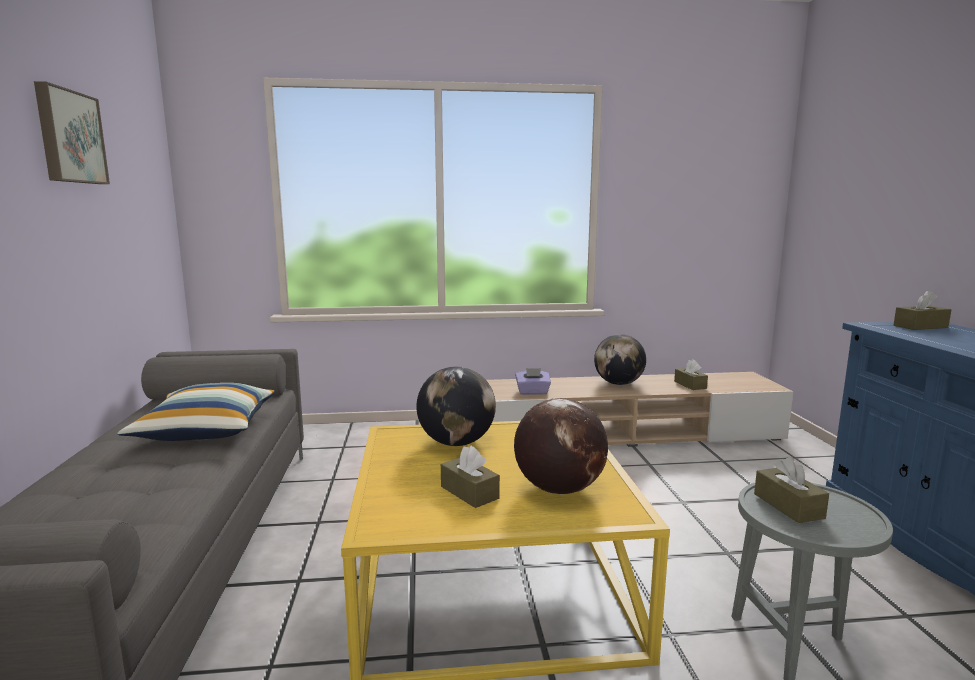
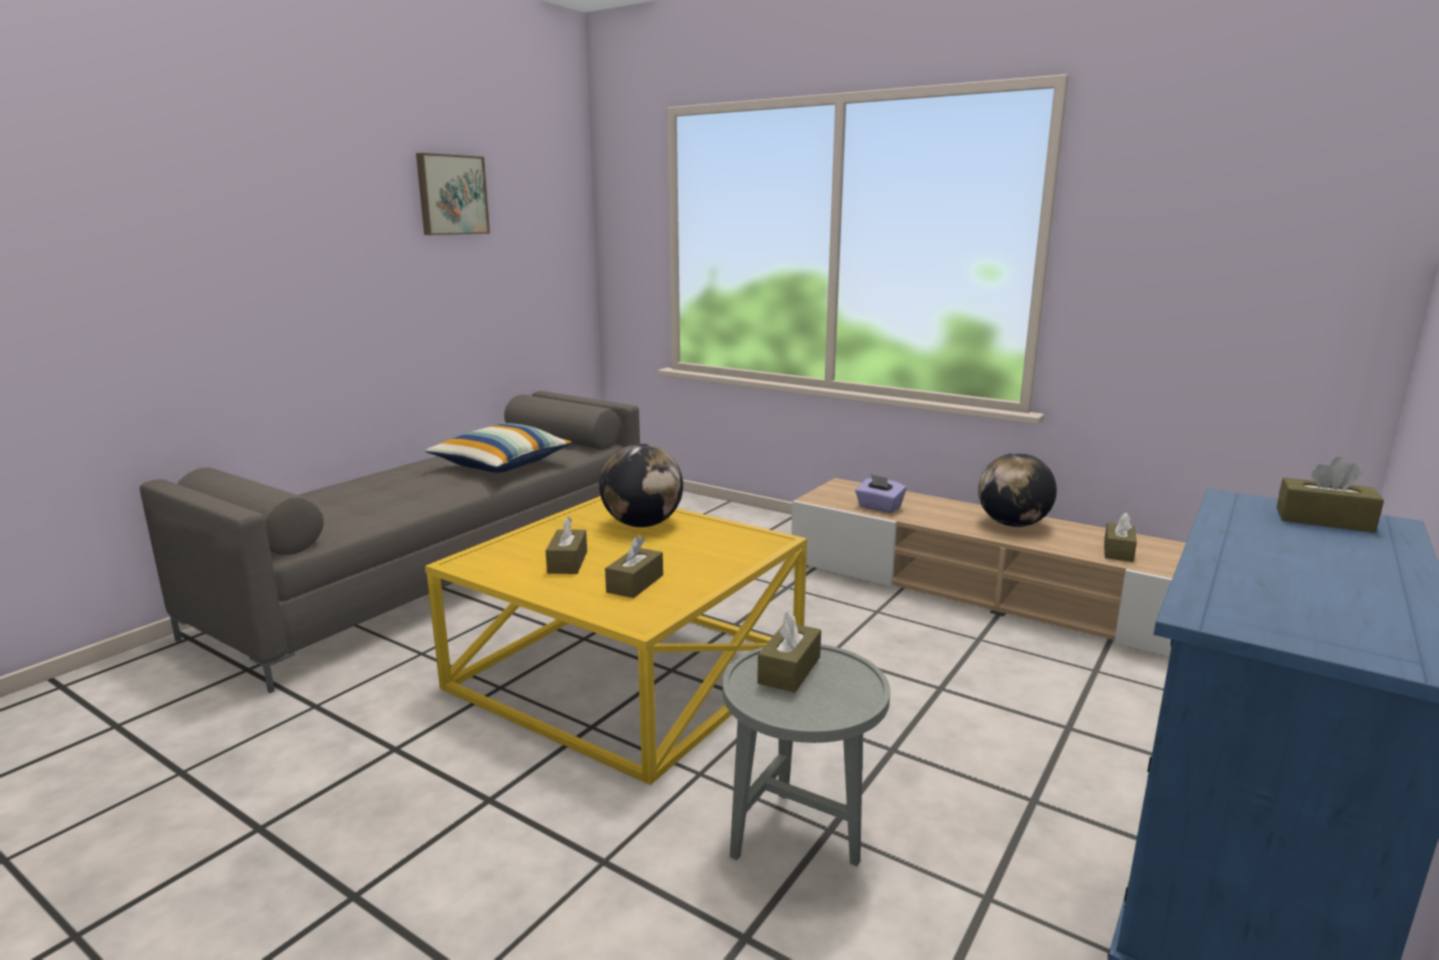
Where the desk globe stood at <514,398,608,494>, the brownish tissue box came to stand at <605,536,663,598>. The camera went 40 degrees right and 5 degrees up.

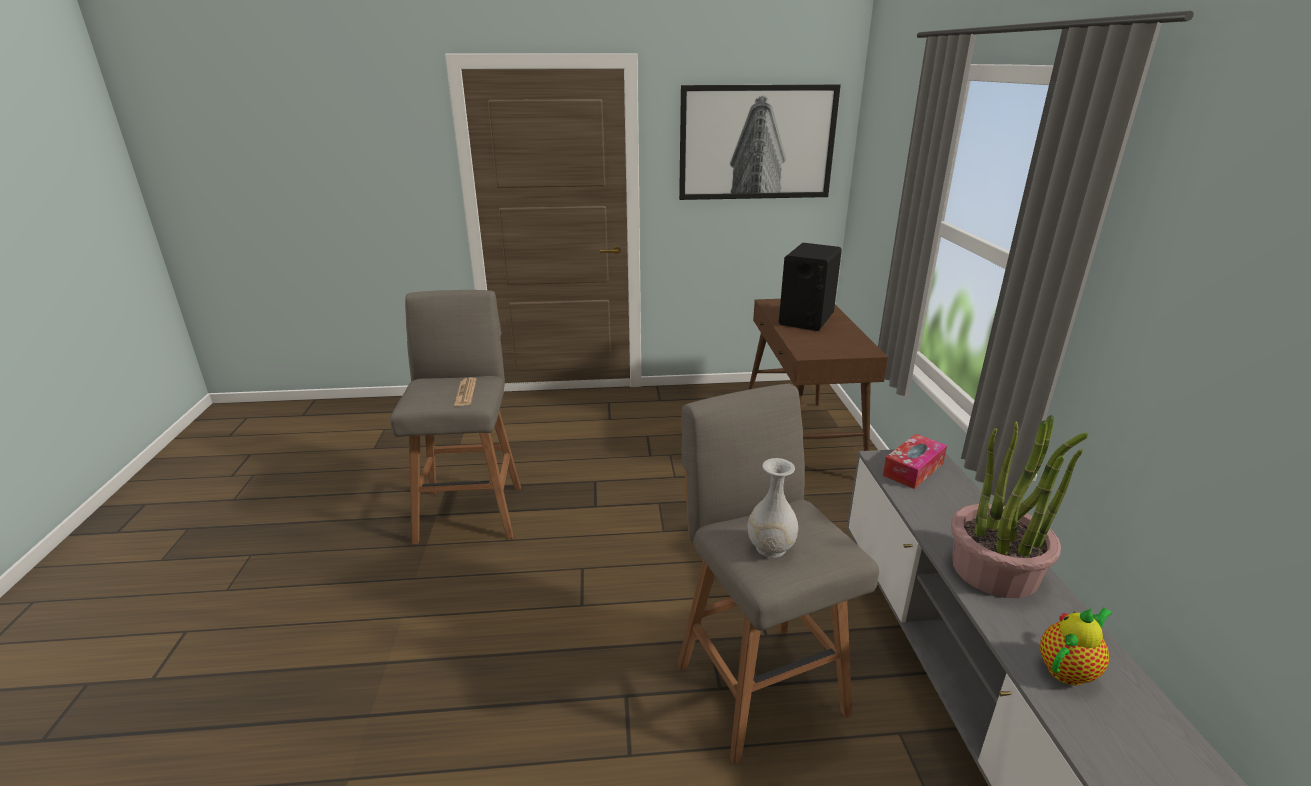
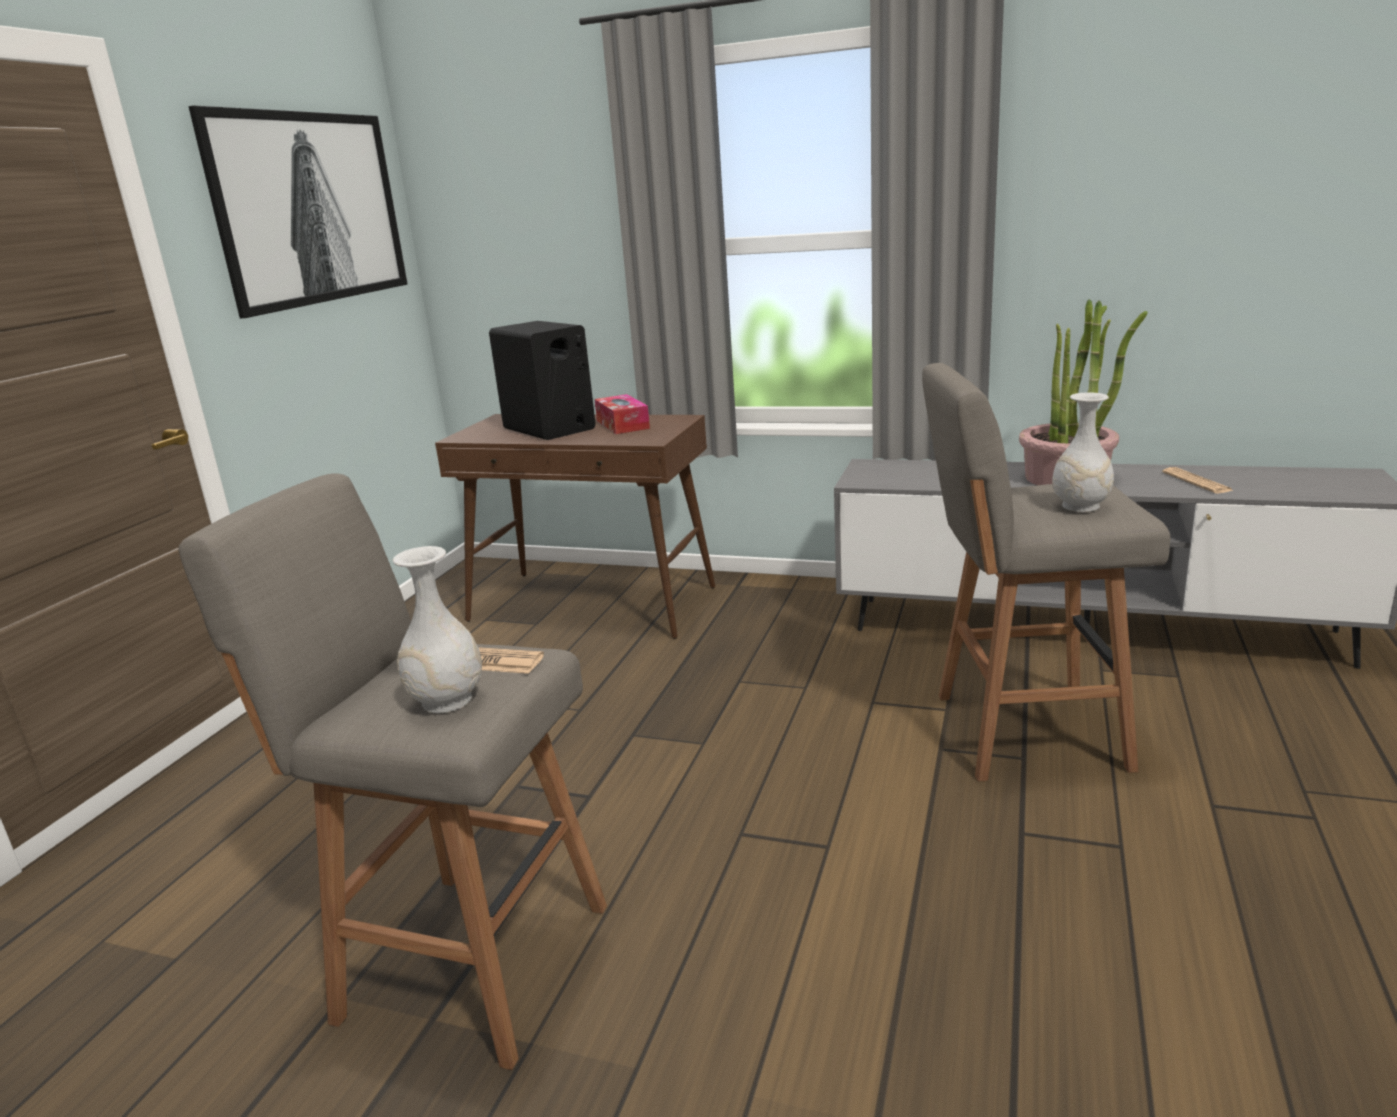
The second view gained the white-coloured vase at <393,546,482,713>. The tissue box ended up elsewhere, having gone from <883,434,947,489> to <595,394,650,434>. Where the pot for tea stood at <1040,608,1112,686>, the daily paper came to stand at <1162,467,1234,494>. The camera went 65 degrees left and 5 degrees down.

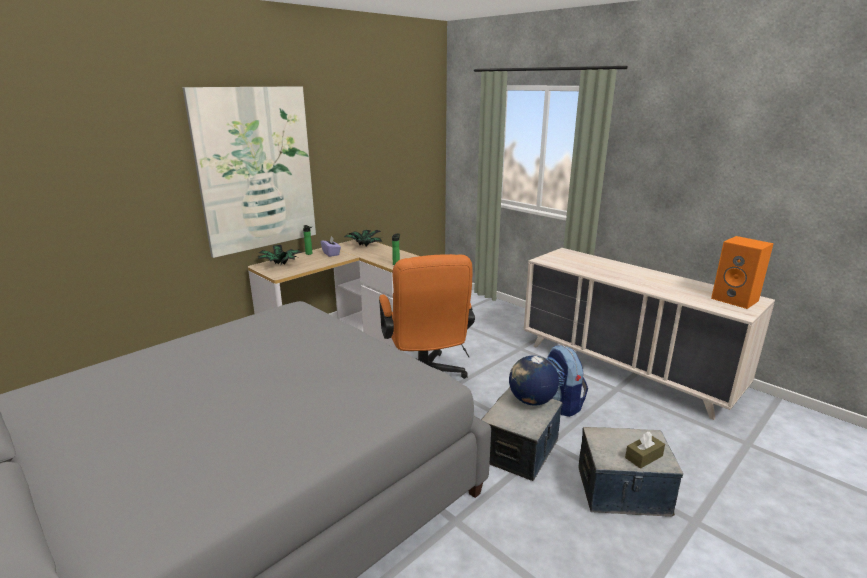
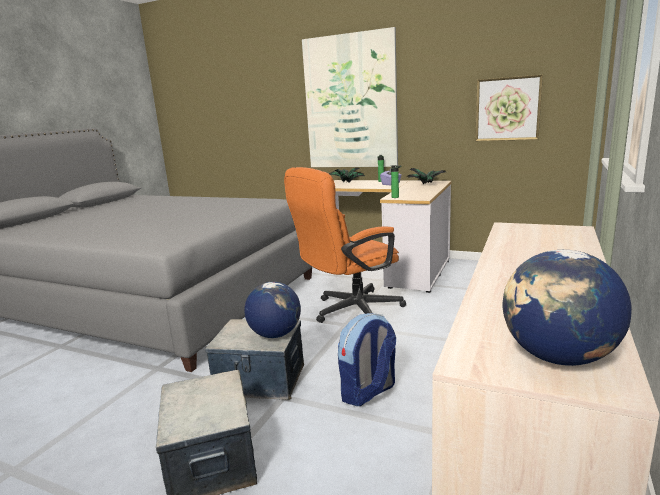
The second view lost the brownish tissue box at <625,431,665,469>. The second view gained the wall art at <475,75,543,141>. Where the orange-coloured loudspeaker stood at <711,236,774,309>, the desk globe came to stand at <503,250,632,366>. The camera went 70 degrees right and 5 degrees down.

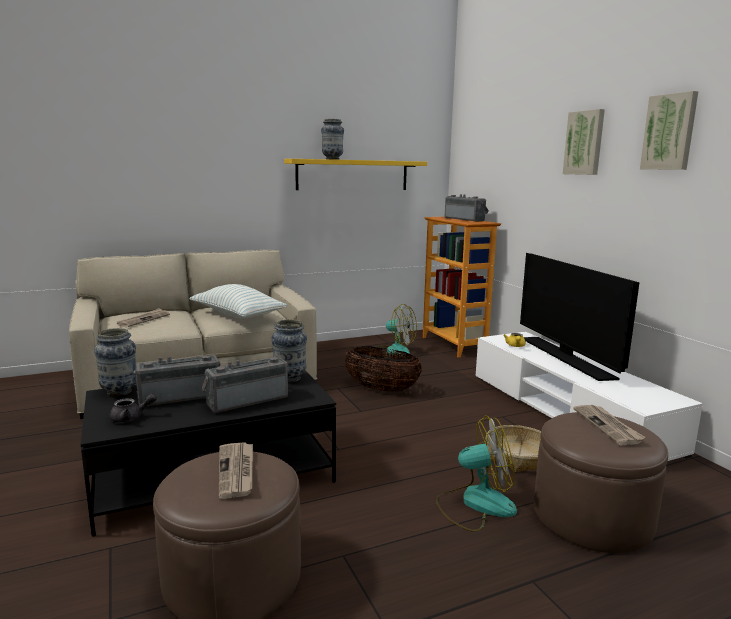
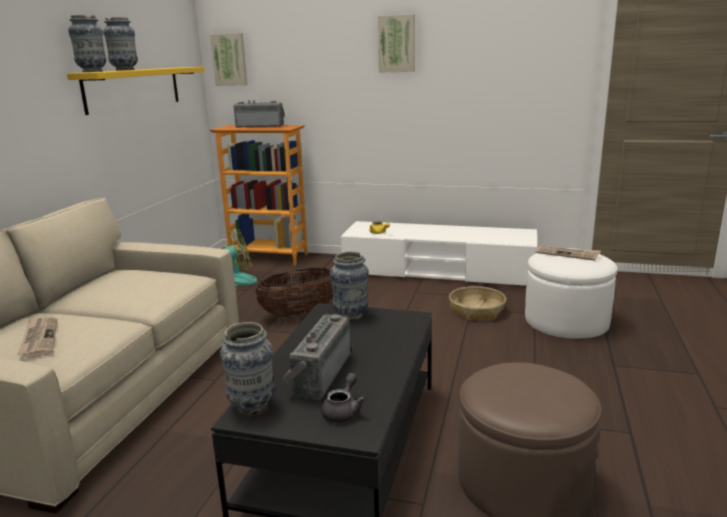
The second view lost the cushion at <190,284,287,319>. The second view lost the radio receiver at <202,356,288,413>. The second view lost the daily paper at <219,442,253,499>. The second view lost the electric fan at <436,415,517,532>. The second view lost the TV set at <520,253,640,381>. The second view gained the vase at <68,15,106,72>. The wall art ended up elsewhere, having gone from <640,91,698,170> to <210,33,247,86>. What was the brownish pouffe at <534,412,668,553> turned into the white-coloured pouffe at <525,248,617,338>. The camera went 50 degrees left and 5 degrees up.

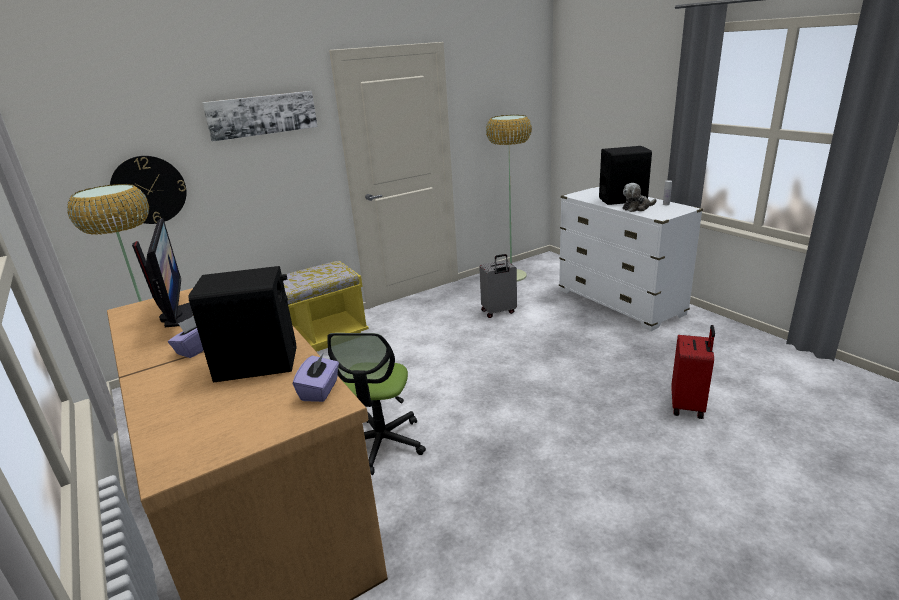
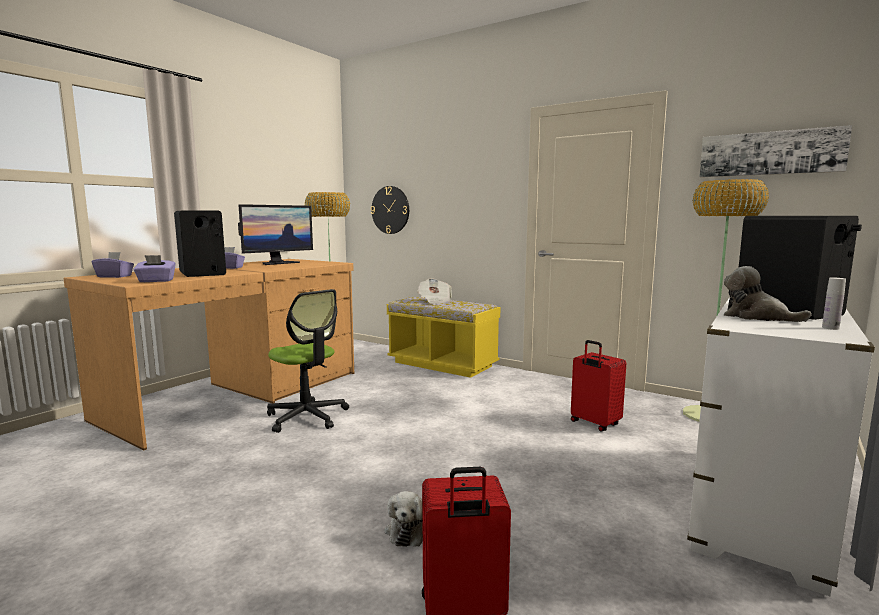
The second view gained the purplish tissue box at <92,252,134,278>. The second view gained the soft toy at <384,491,423,547>. The second view gained the daily paper at <417,278,452,305>. The wall art ended up elsewhere, having gone from <202,91,318,142> to <699,125,852,177>. What was the greyish travel case at <479,254,517,318> turned into the red-coloured travel case at <571,340,626,431>. The desk chair at <327,333,426,475> ended up facing another way, 120 degrees counterclockwise from before. The camera went 65 degrees right and 15 degrees down.

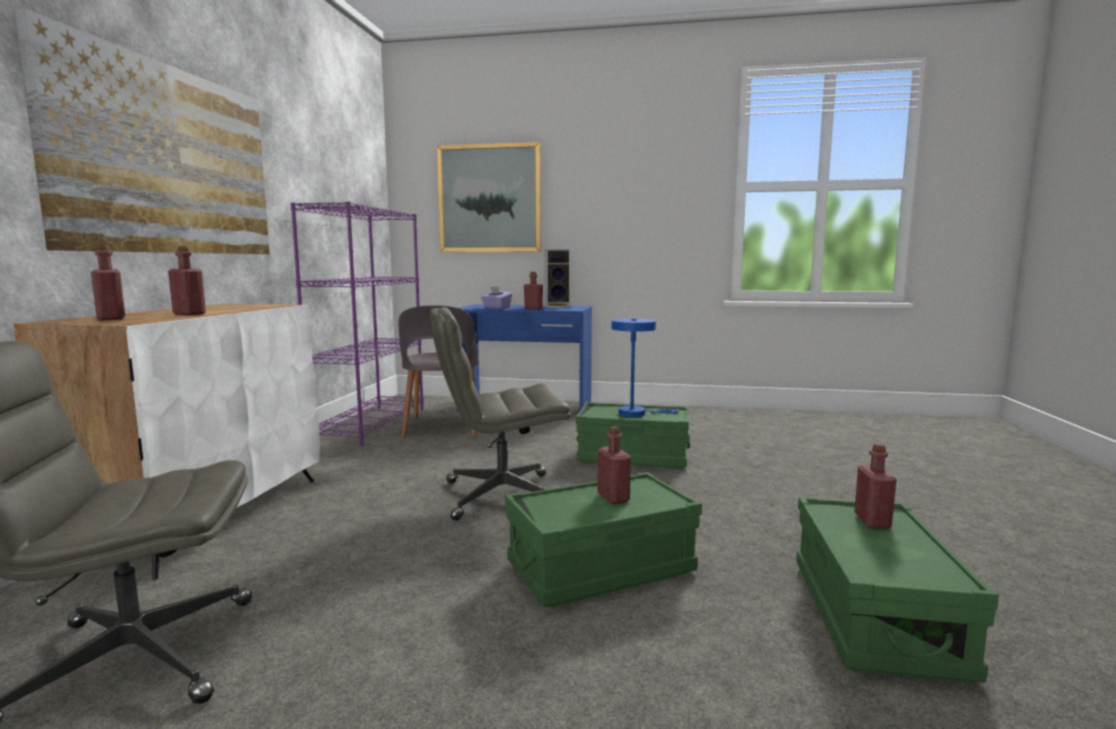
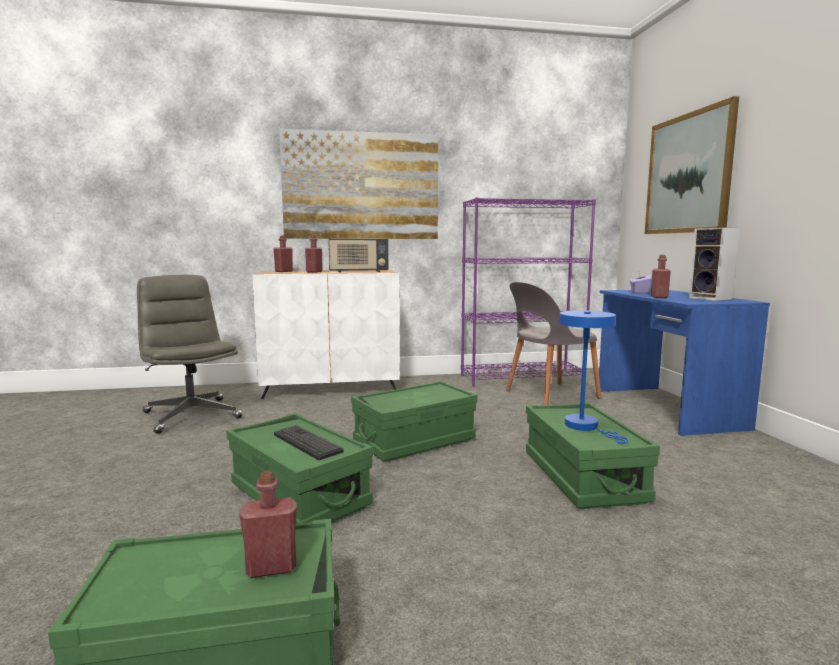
The second view gained the radio receiver at <328,239,388,273>. Where the greyish desk chair stood at <430,307,571,521>, the green-coloured storage container came to stand at <351,381,477,462>. Where the red-coloured beverage bottle stood at <597,426,631,504>, the computer keyboard came to stand at <274,425,343,460>. The camera went 70 degrees right and 0 degrees up.

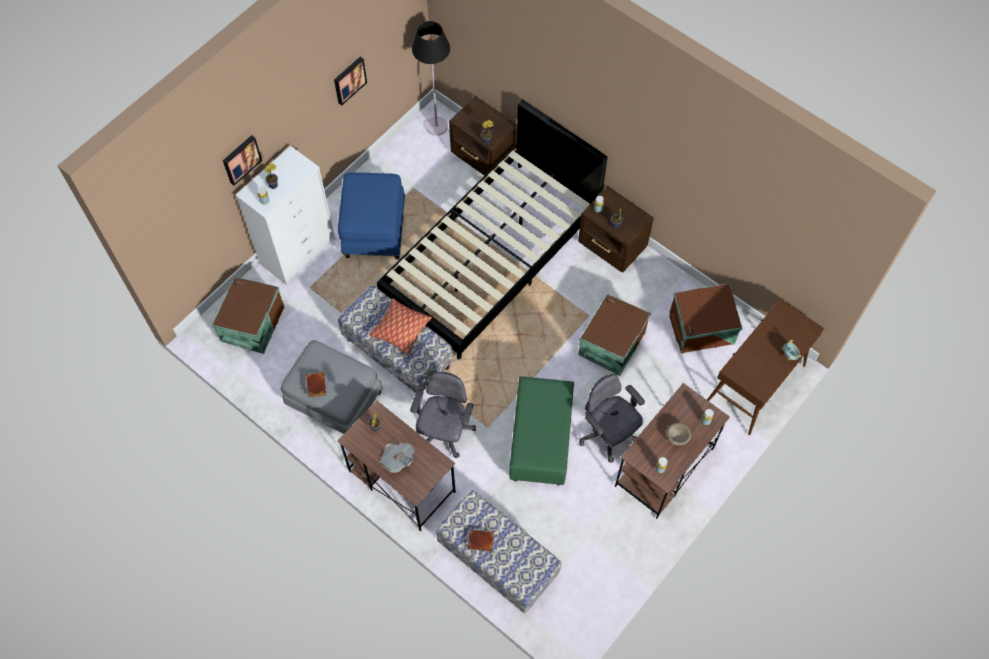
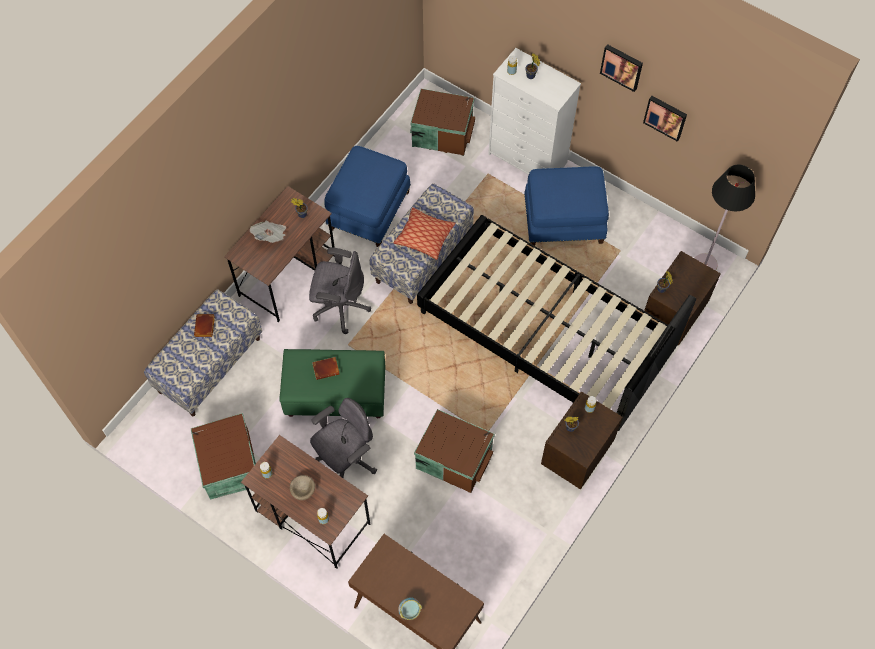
The wall art ended up elsewhere, having gone from <223,135,262,186> to <600,44,643,92>. The brownish bound book ended up elsewhere, having gone from <306,373,326,397> to <312,357,339,380>. The brownish storage container ended up elsewhere, having gone from <669,283,742,354> to <190,413,256,500>. What was the greyish pouffe at <281,340,383,434> turned into the blue-coloured pouffe at <324,146,411,247>. The camera went 85 degrees right and 0 degrees up.

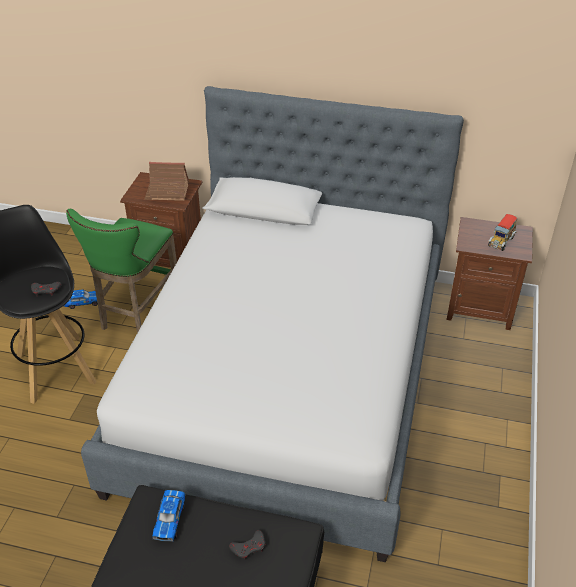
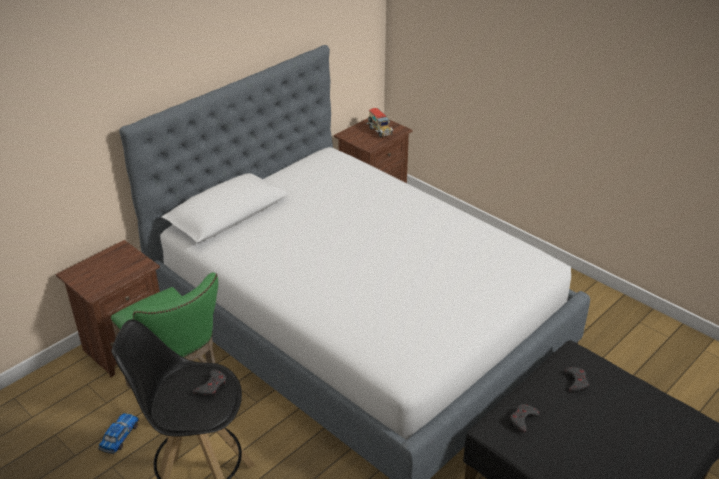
The second view lost the miniature house at <144,162,189,201>. Where the toy car stood at <152,490,185,542>, the greyish game controller came to stand at <510,404,540,433>. The camera went 60 degrees left and 5 degrees down.

